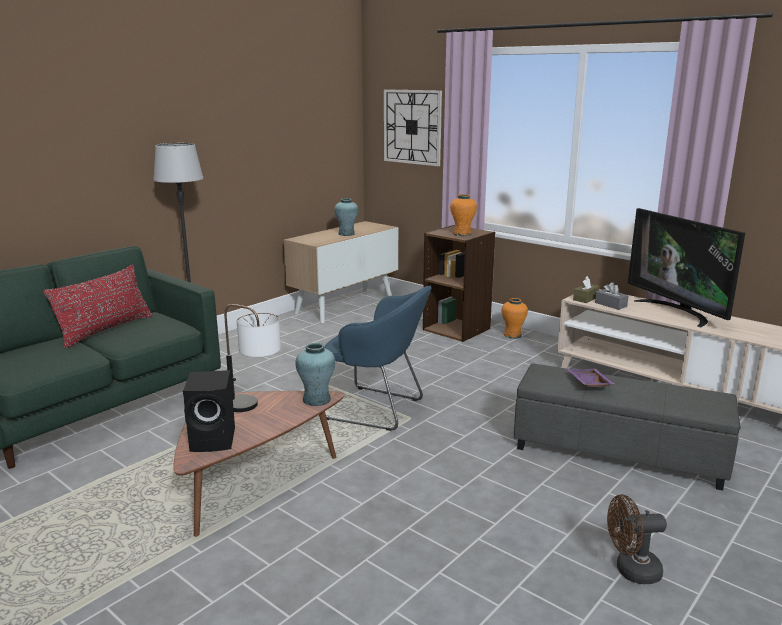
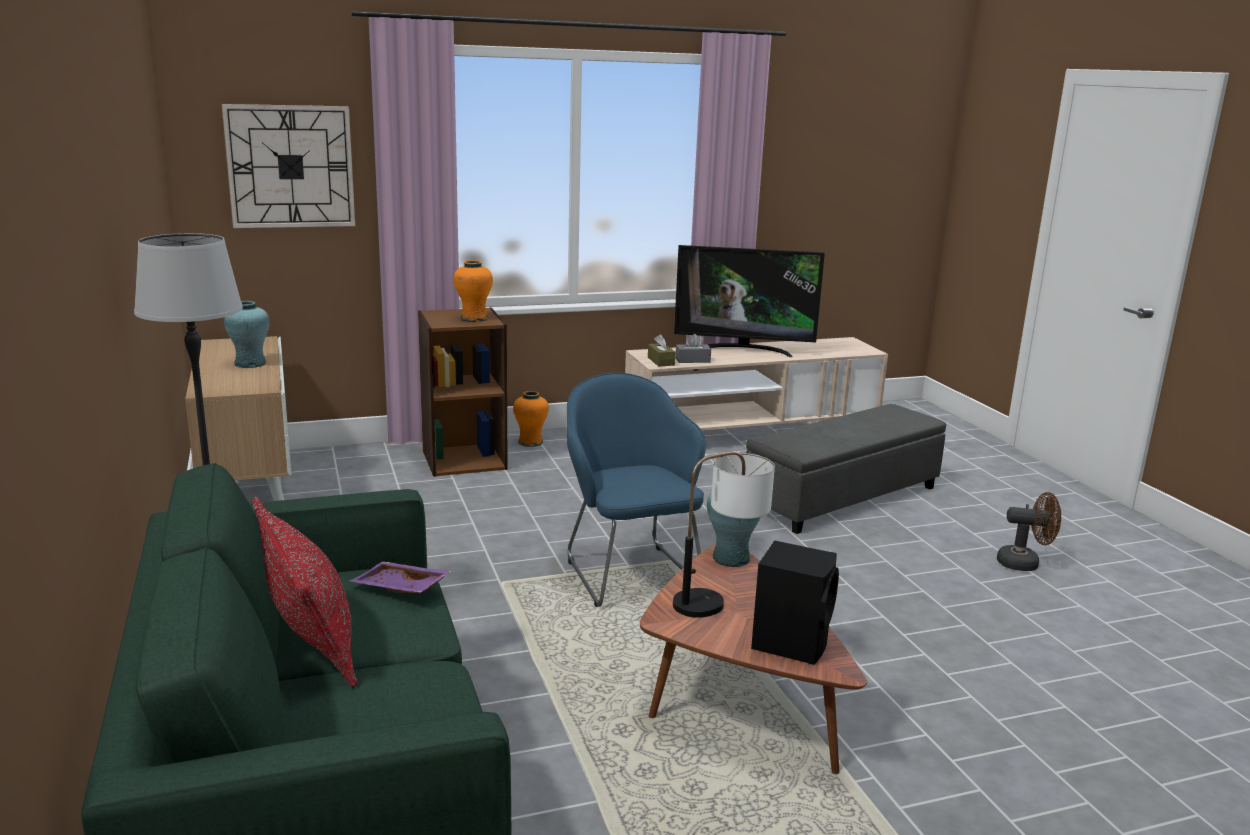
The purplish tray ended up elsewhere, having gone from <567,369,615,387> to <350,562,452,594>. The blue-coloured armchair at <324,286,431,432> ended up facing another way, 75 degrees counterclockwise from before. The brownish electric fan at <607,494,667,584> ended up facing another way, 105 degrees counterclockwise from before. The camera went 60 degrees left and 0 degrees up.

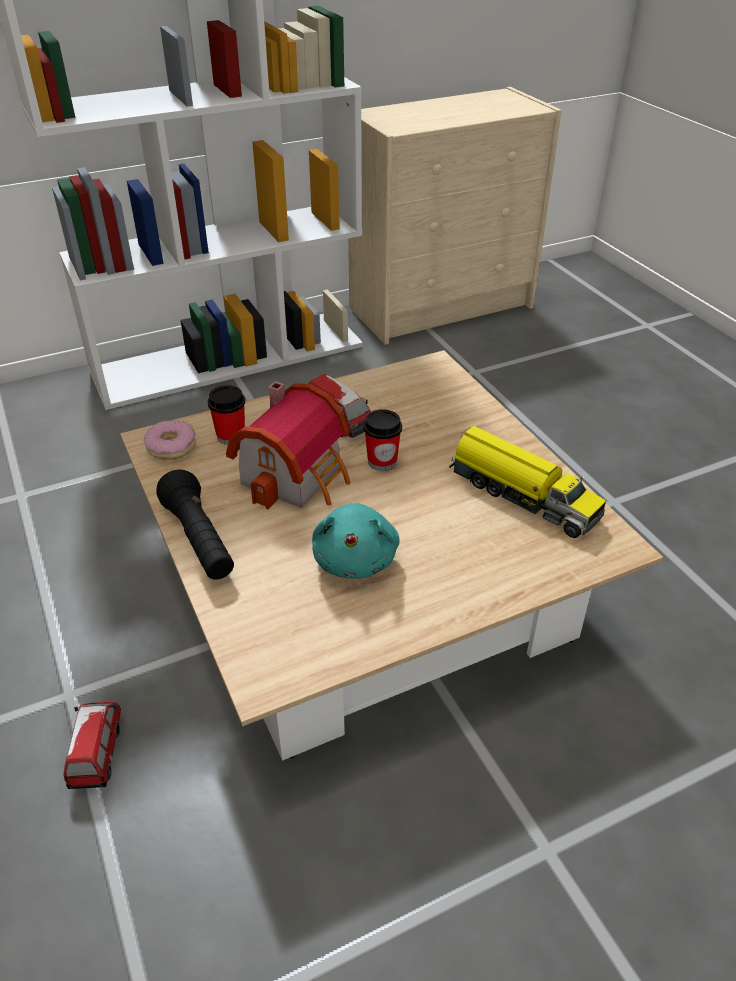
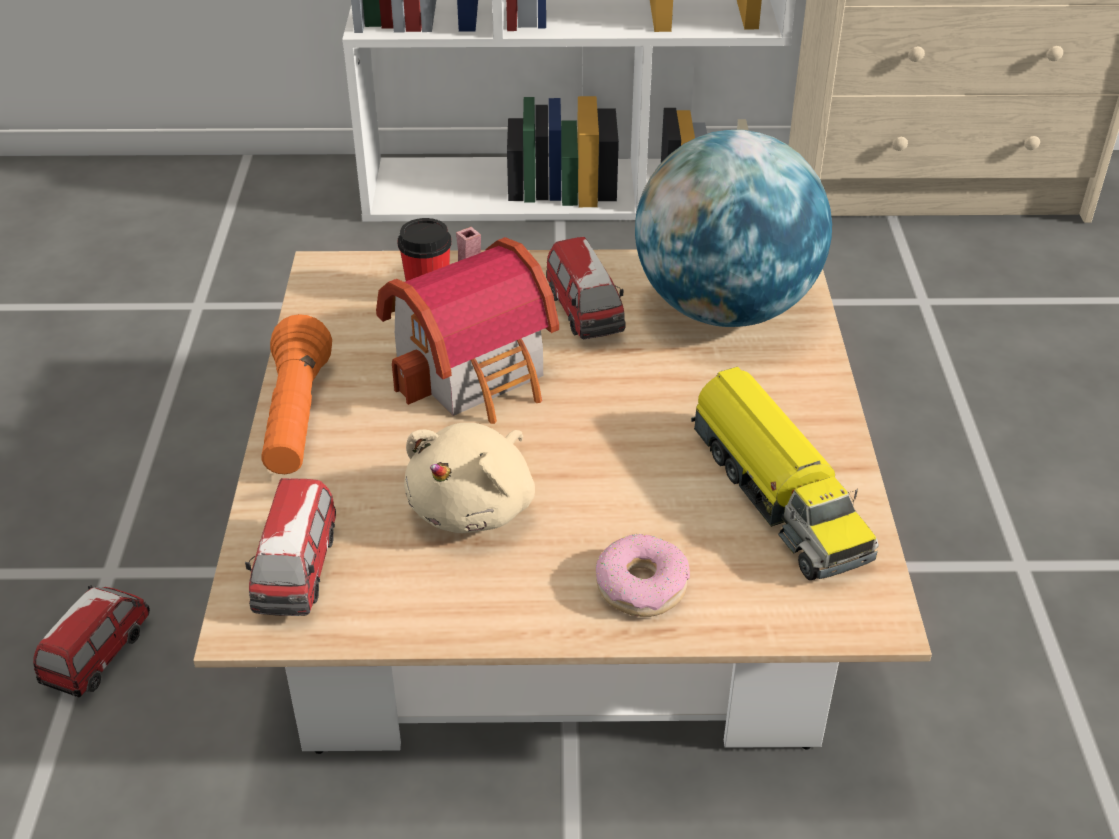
The second view lost the drinking cup at <364,409,402,471>. The second view gained the toy car at <245,478,336,616>. The second view gained the desk globe at <635,130,832,327>. The ring doughnut ended up elsewhere, having gone from <144,420,196,460> to <596,534,690,617>. What was the blackish hand torch at <156,469,234,580> turned into the orange-coloured hand torch at <261,314,332,474>. What was the turquoise-coloured soft toy at <312,503,400,579> turned into the beige-coloured soft toy at <404,423,535,533>. The camera went 25 degrees right and 0 degrees up.

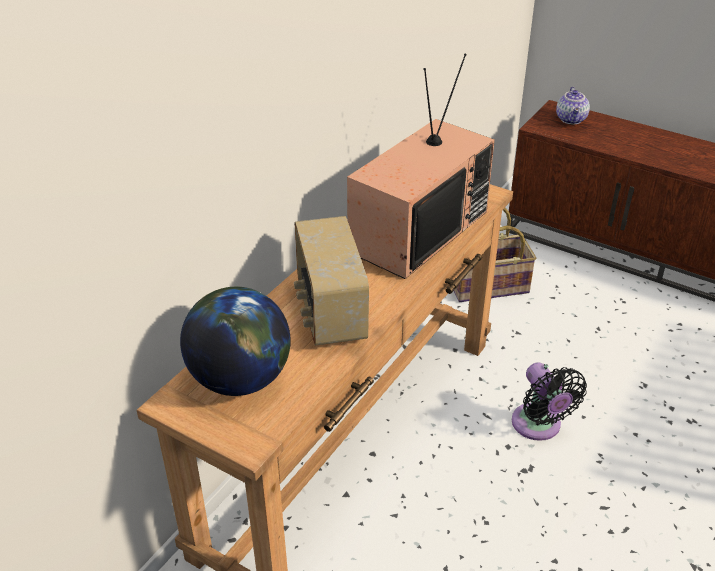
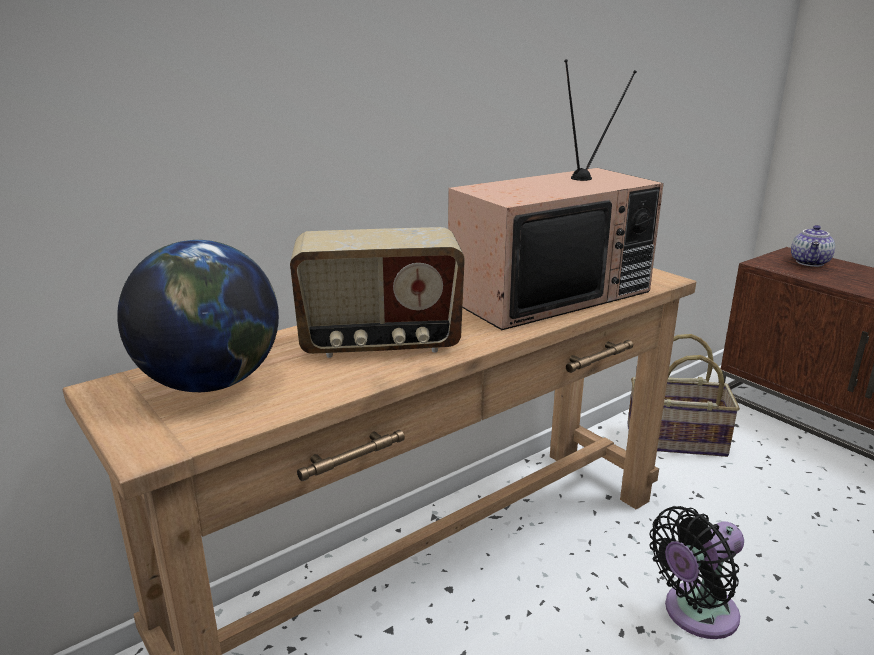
The radio receiver at <294,216,369,346> ended up facing another way, 105 degrees counterclockwise from before. The blackish electric fan at <512,362,587,441> ended up facing another way, 60 degrees clockwise from before. The camera went 20 degrees right and 15 degrees down.

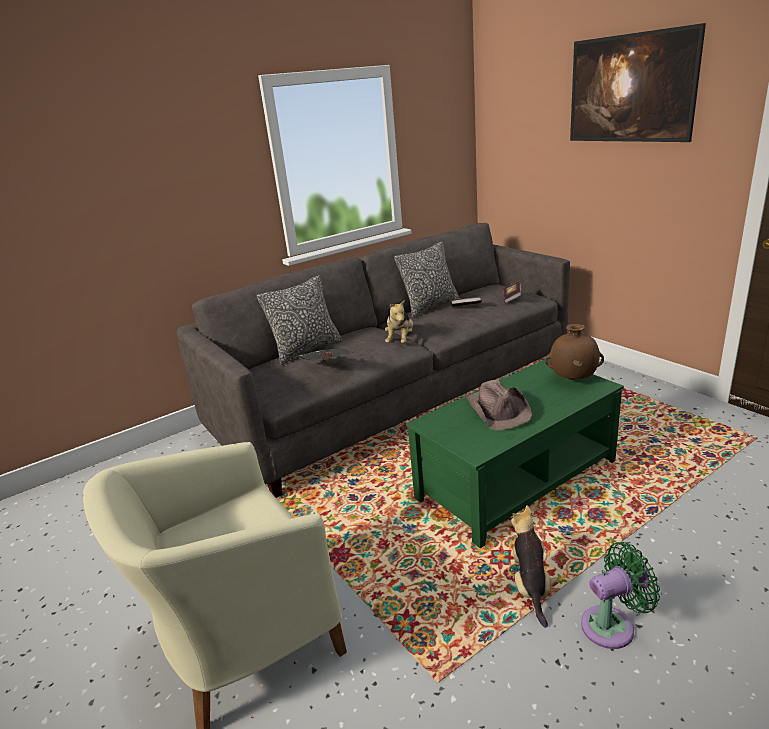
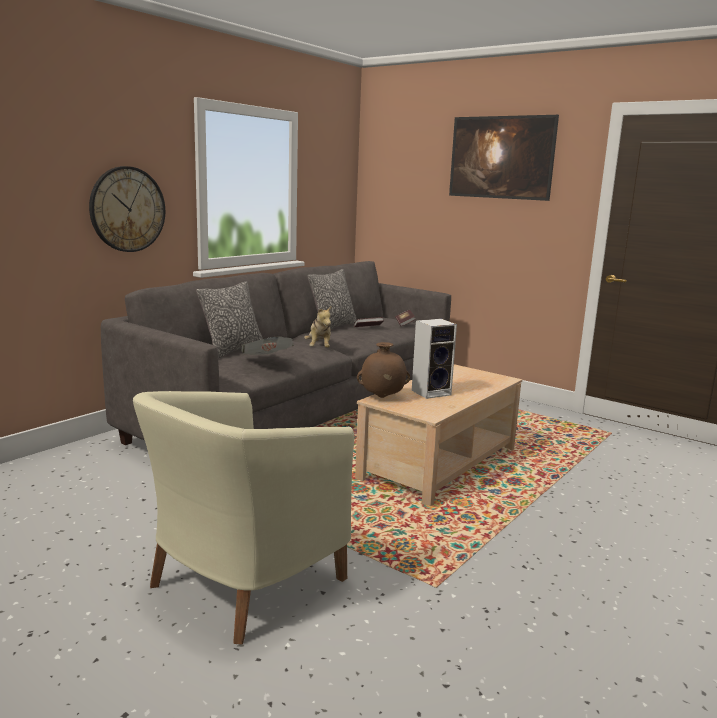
The second view lost the soft toy at <511,505,557,628>. The second view lost the green-coloured electric fan at <581,542,660,649>. The second view gained the clock on the wall at <89,166,165,252>. The brownish vase ended up elsewhere, having gone from <545,324,604,380> to <357,342,410,398>. Where the brownish hat stood at <466,380,532,431>, the loudspeaker came to stand at <412,319,457,399>. What was the green-coloured low table at <406,359,624,548> turned into the beige-coloured low table at <355,364,522,506>. The camera went 20 degrees left and 10 degrees down.

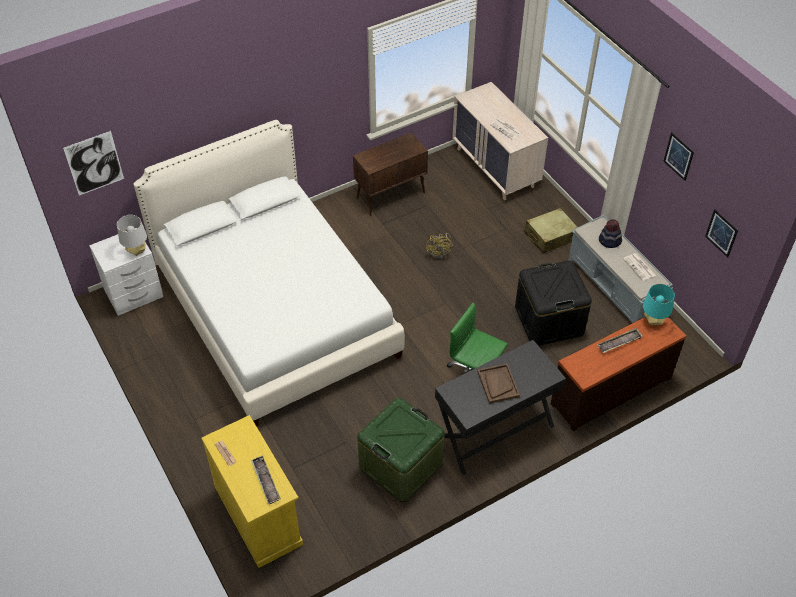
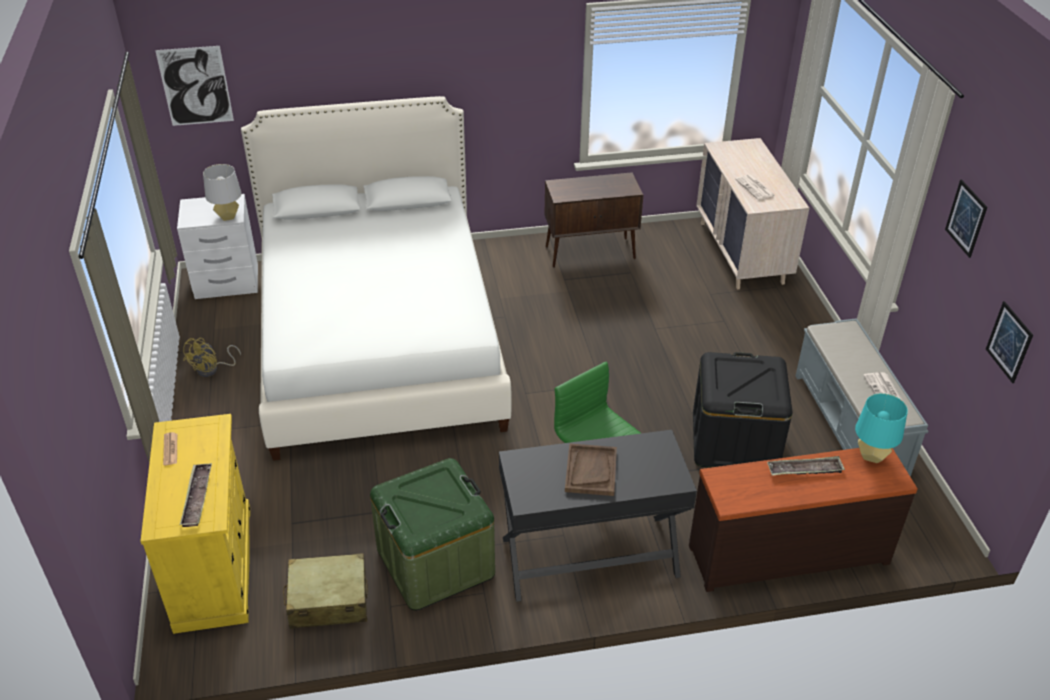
The second view lost the hat at <599,219,622,248>. The yellowish electric fan ended up elsewhere, having gone from <426,233,453,259> to <183,338,241,377>. The beige-coloured travel case ended up elsewhere, having gone from <524,208,578,254> to <283,553,368,629>. The camera went 20 degrees right and 10 degrees down.

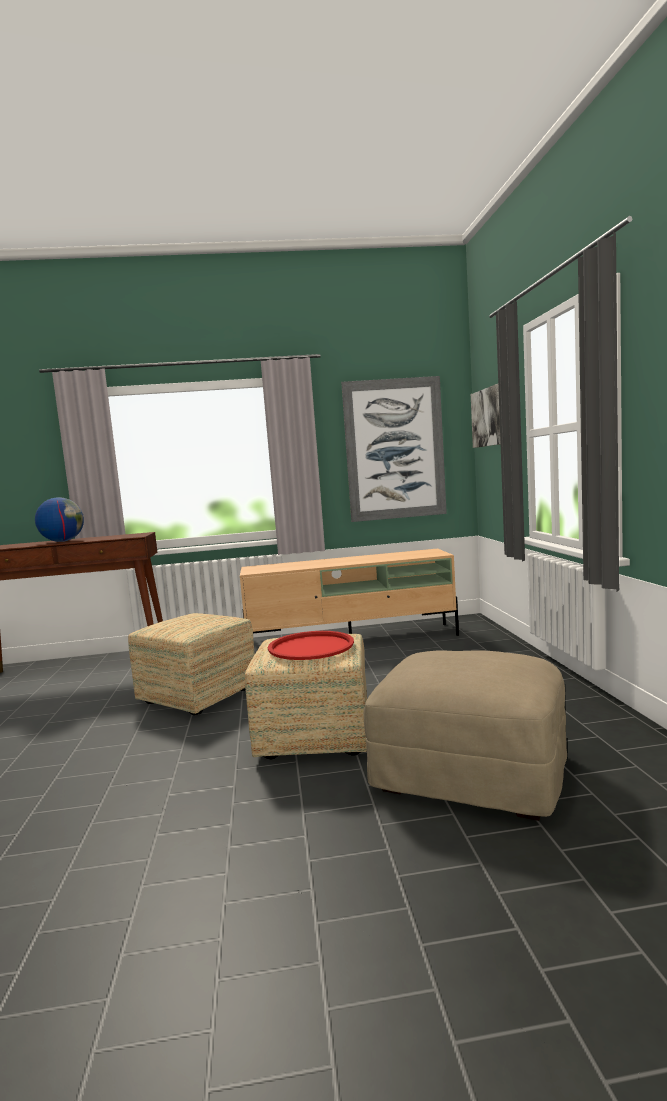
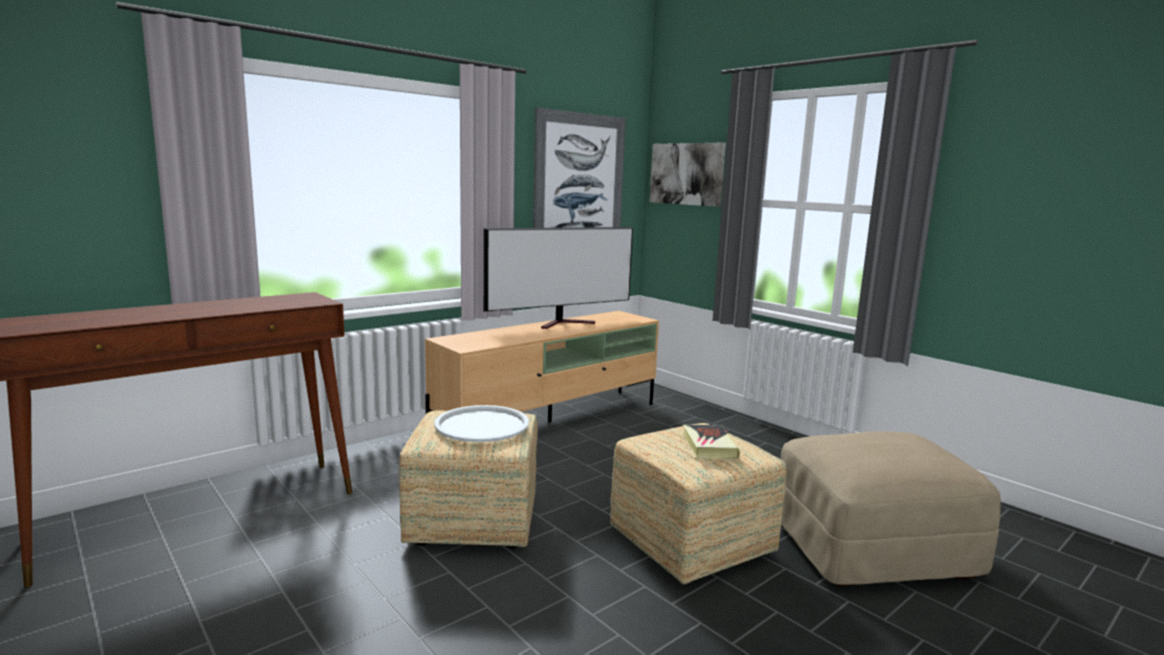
The second view lost the desk globe at <35,497,84,542>. The second view gained the white-coloured tray at <434,405,529,442>. The second view gained the TV set at <484,227,633,329>. Where the red-coloured tray stood at <268,631,354,660>, the bound book came to stand at <683,425,740,459>. The camera went 35 degrees left and 5 degrees up.

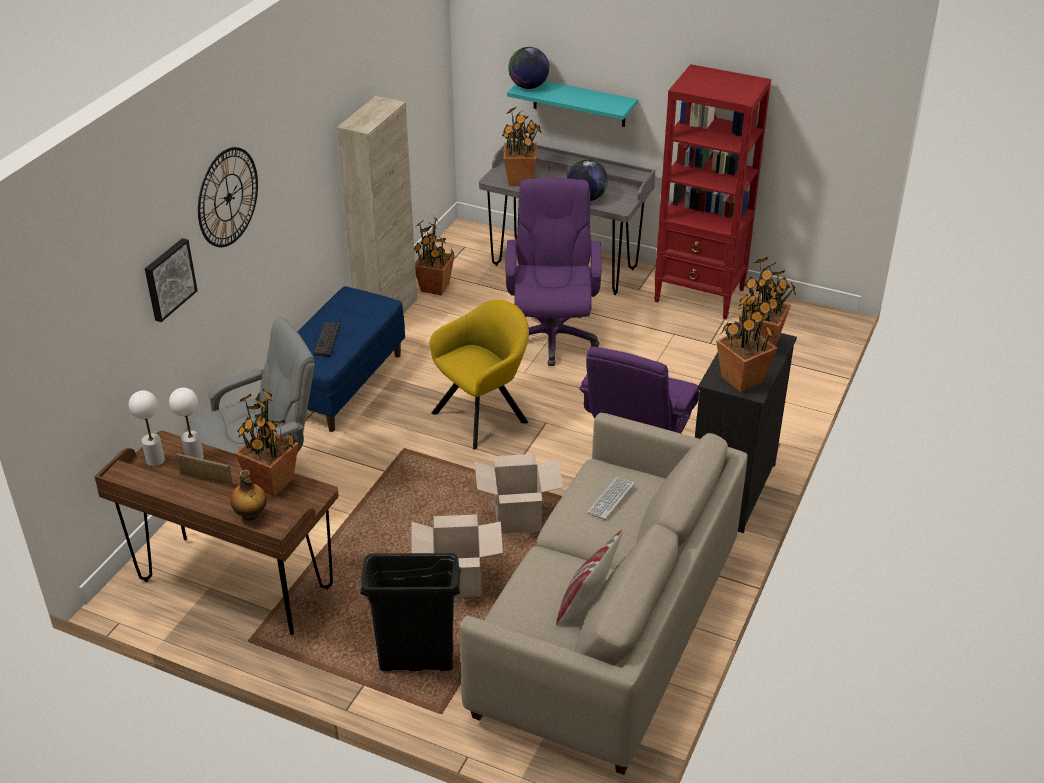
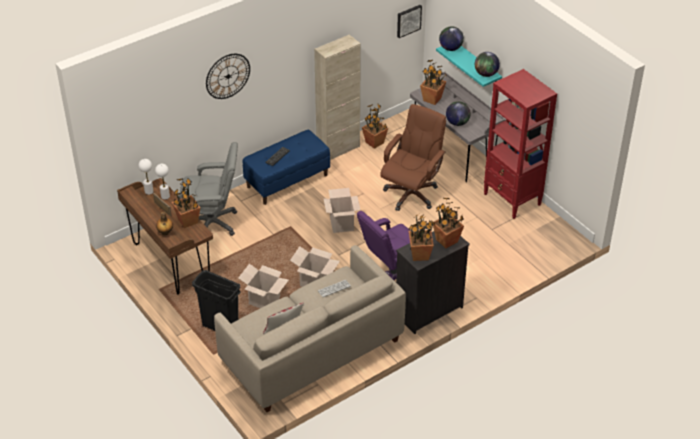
The second view gained the desk globe at <475,52,500,77>. The wall art ended up elsewhere, having gone from <145,238,198,322> to <397,5,422,38>. Where the yellowish armchair stood at <429,300,529,450>, the cardboard box came to stand at <323,188,361,233>. What was the purplish desk chair at <505,178,602,366> turned into the brownish desk chair at <380,104,446,211>. The camera went 30 degrees right and 5 degrees up.

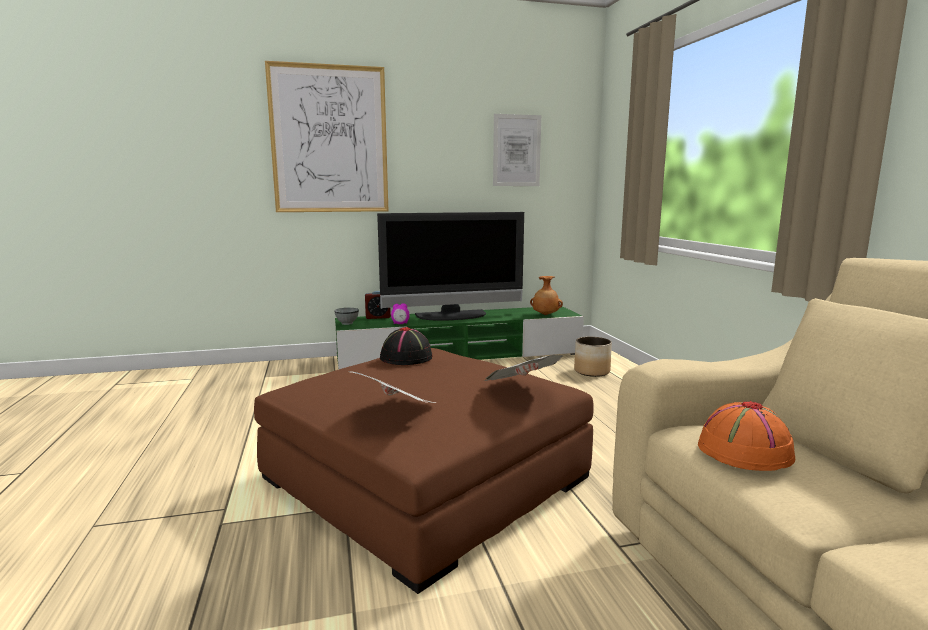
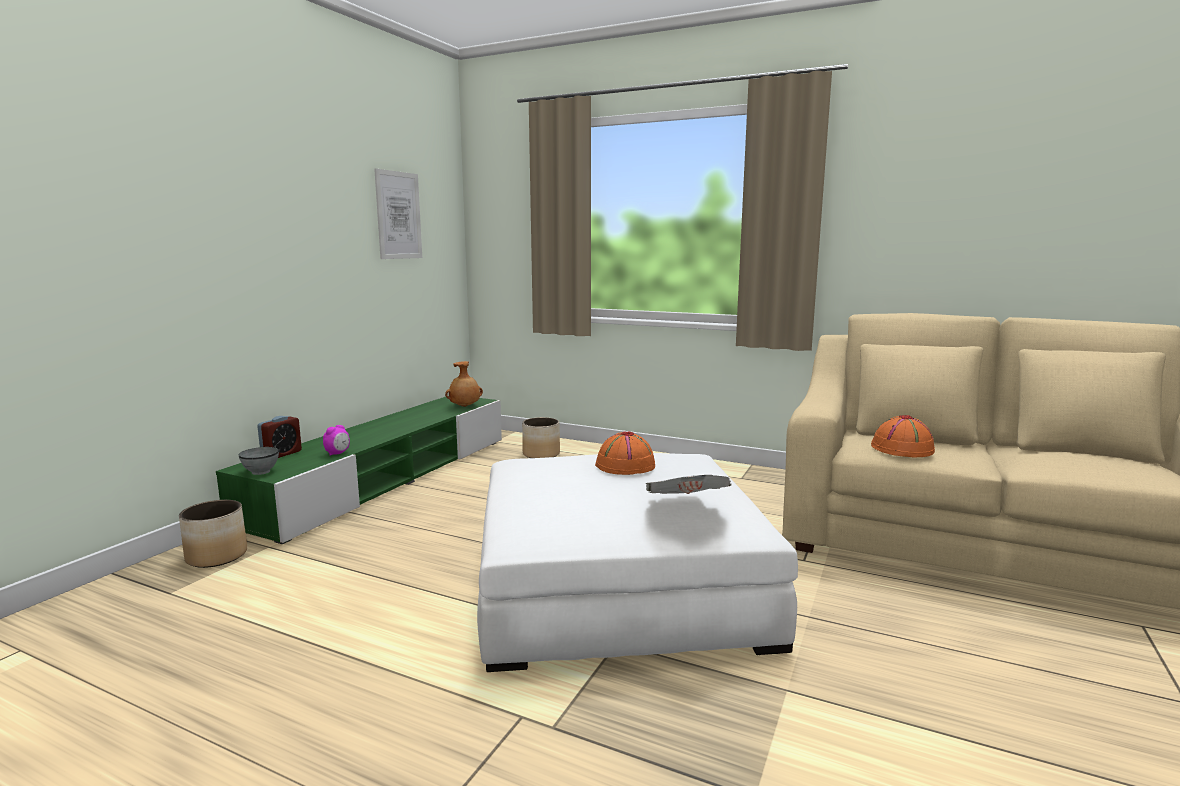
The second view lost the wall art at <265,61,388,212>. The second view lost the TV set at <377,212,524,321>. The second view lost the blackish hat at <380,327,433,365>. The second view lost the daily paper at <483,355,563,381>. The second view gained the planter at <179,500,247,568>. The second view gained the orange-coloured hat at <595,431,655,475>. What was the brownish pouffe at <254,348,594,594> turned into the white-coloured pouffe at <477,453,798,672>. The camera went 50 degrees left and 0 degrees up.

